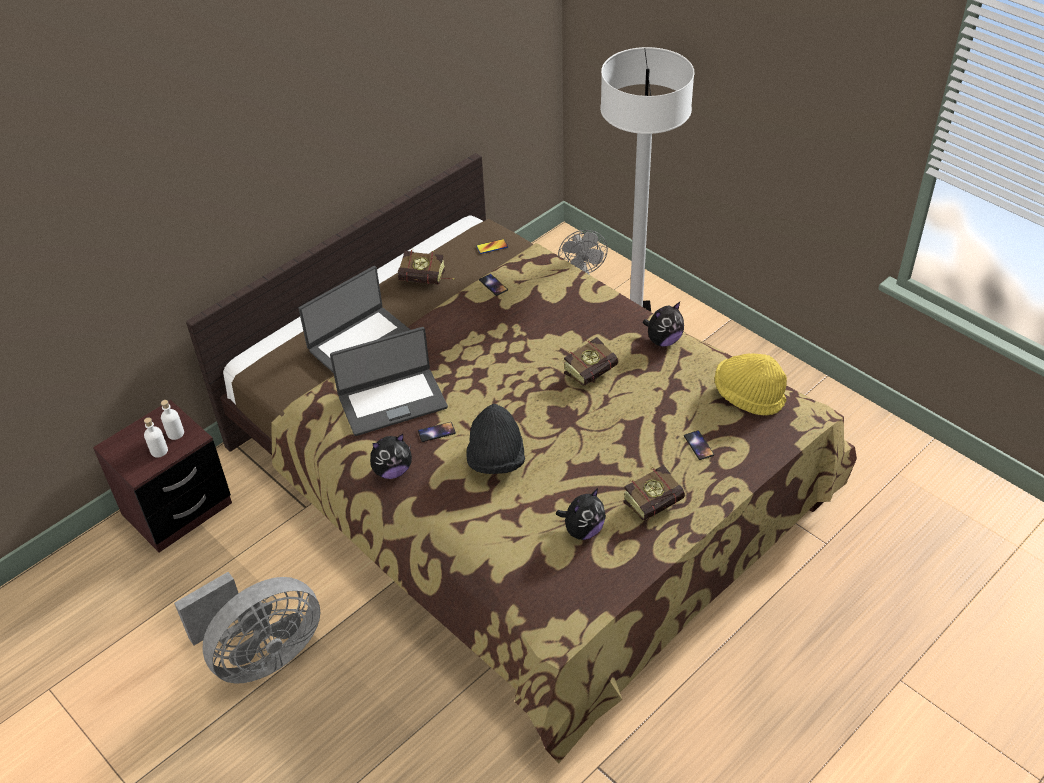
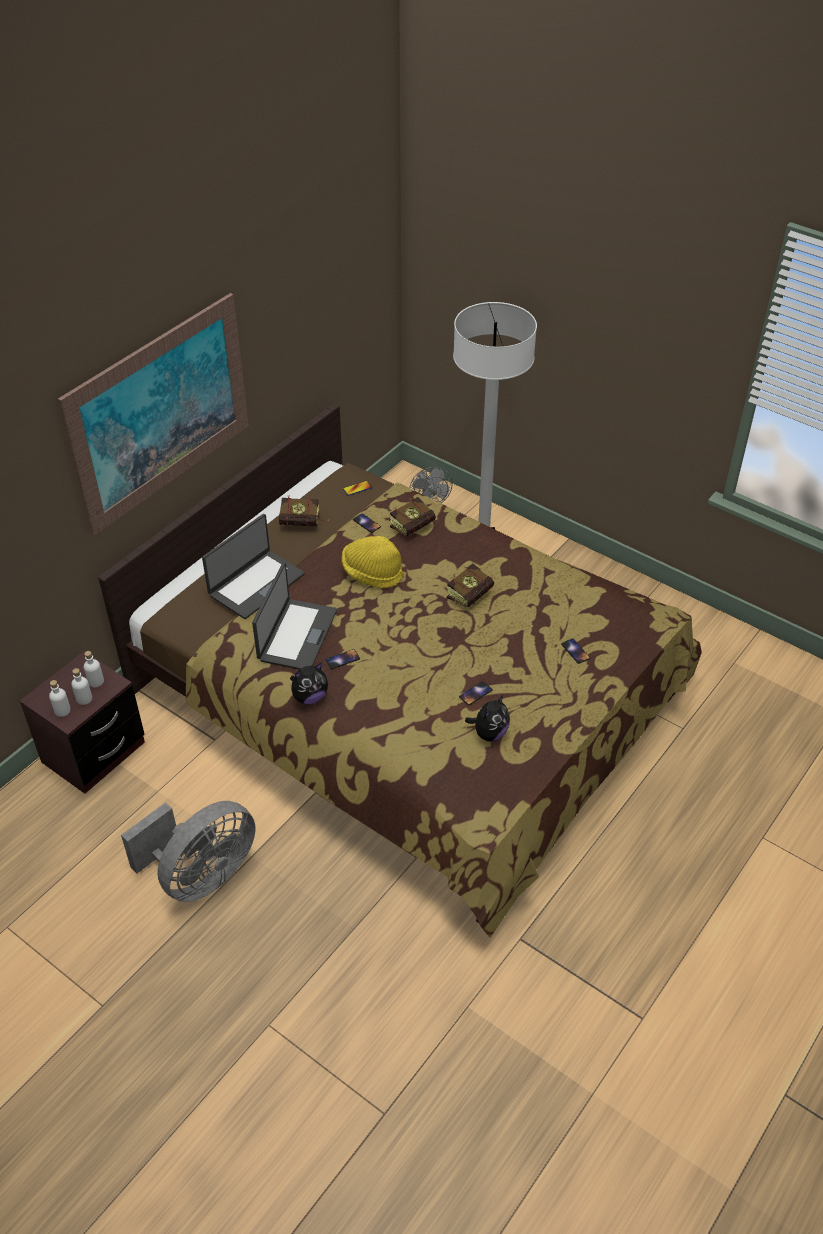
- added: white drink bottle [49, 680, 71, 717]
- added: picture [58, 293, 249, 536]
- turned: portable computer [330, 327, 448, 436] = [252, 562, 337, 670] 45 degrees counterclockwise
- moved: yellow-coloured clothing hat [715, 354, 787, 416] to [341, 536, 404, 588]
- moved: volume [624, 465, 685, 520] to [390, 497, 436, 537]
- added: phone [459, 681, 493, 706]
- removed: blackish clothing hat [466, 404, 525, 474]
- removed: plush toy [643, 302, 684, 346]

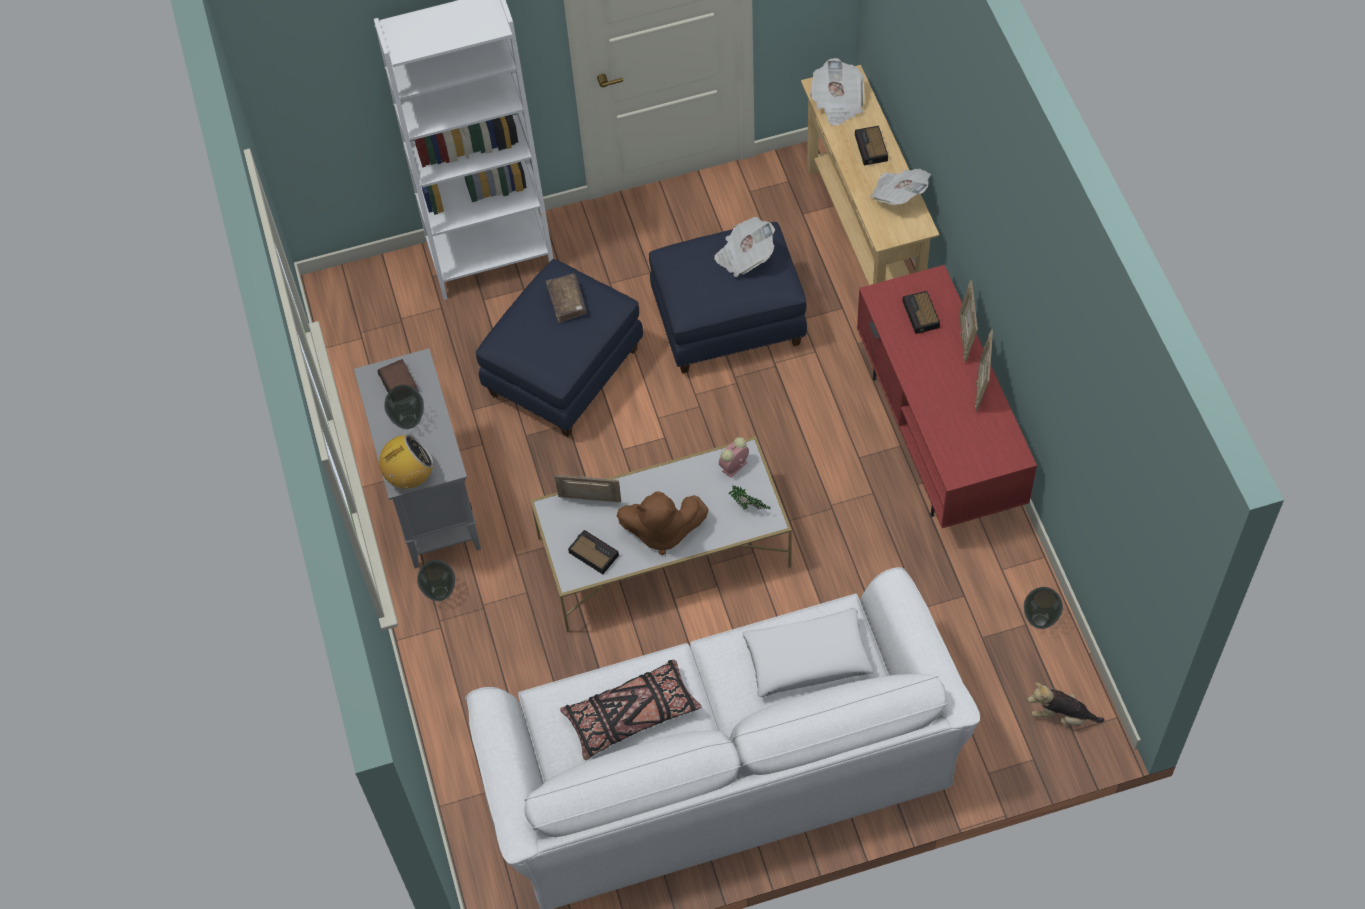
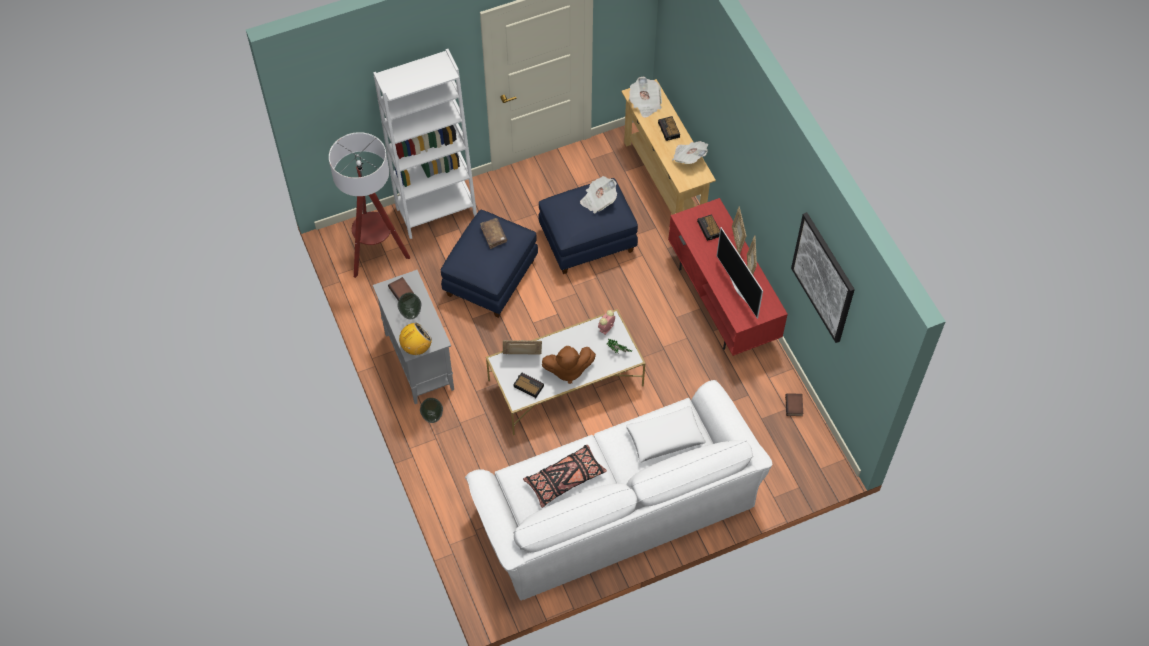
- added: standard lamp [329, 132, 410, 278]
- added: TV set [717, 227, 763, 319]
- replaced: decorative vase [1024, 587, 1063, 629] to volume [785, 393, 803, 416]
- added: picture [791, 212, 855, 343]
- removed: plush toy [1027, 683, 1104, 726]

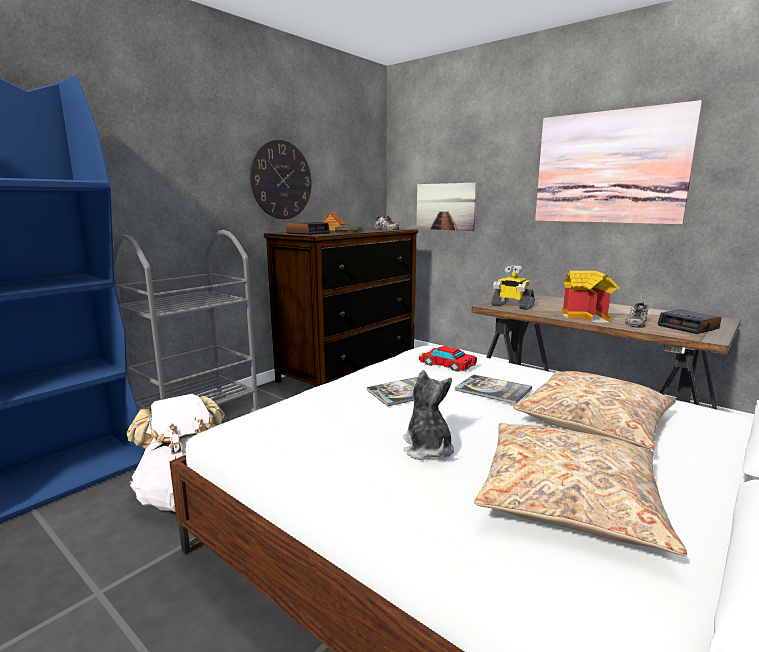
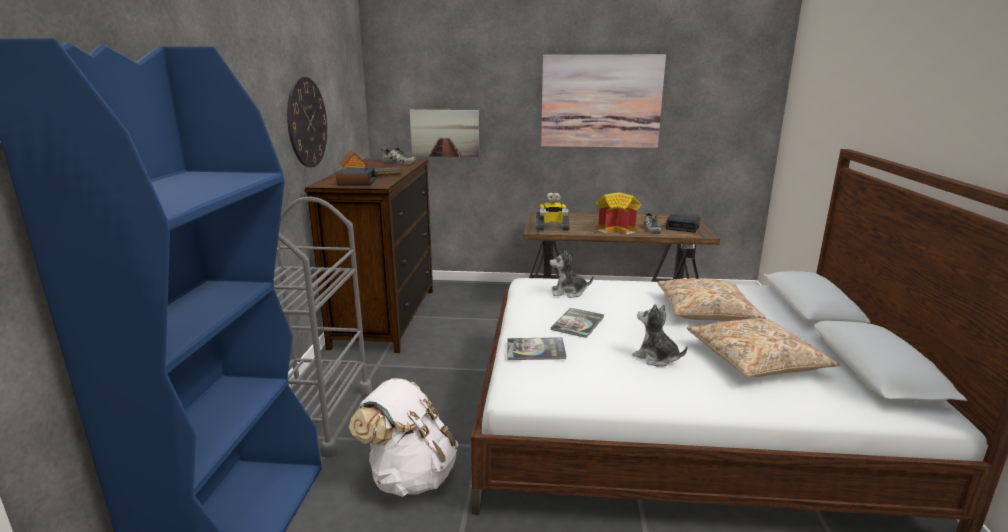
- moved: volume [455, 375, 532, 404] to [507, 337, 567, 360]
- replaced: toy car [419, 346, 477, 372] to plush toy [550, 250, 594, 298]

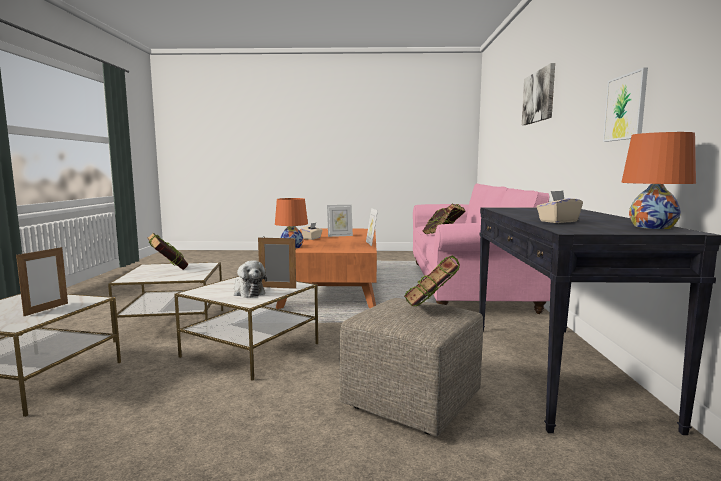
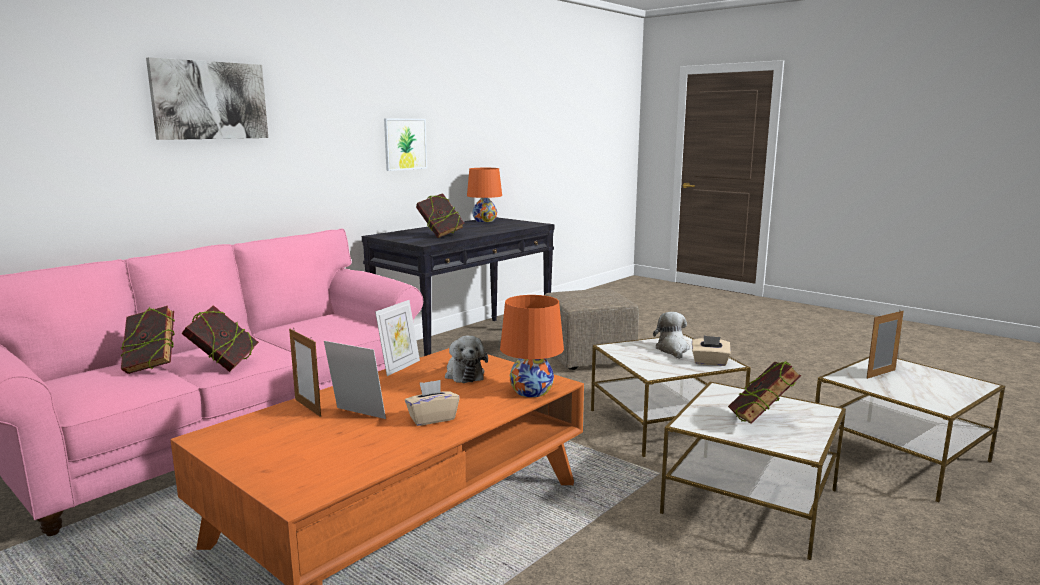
- moved: picture frame [258, 236, 296, 289] to [289, 329, 321, 417]
- moved: volume [404, 255, 460, 306] to [416, 193, 464, 238]
- added: plush toy [445, 336, 488, 383]
- moved: sand-coloured box of tissues [536, 191, 583, 223] to [692, 336, 731, 366]

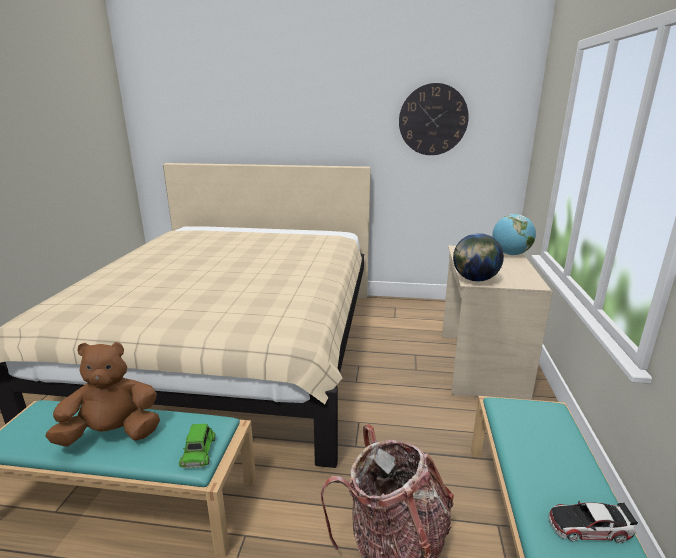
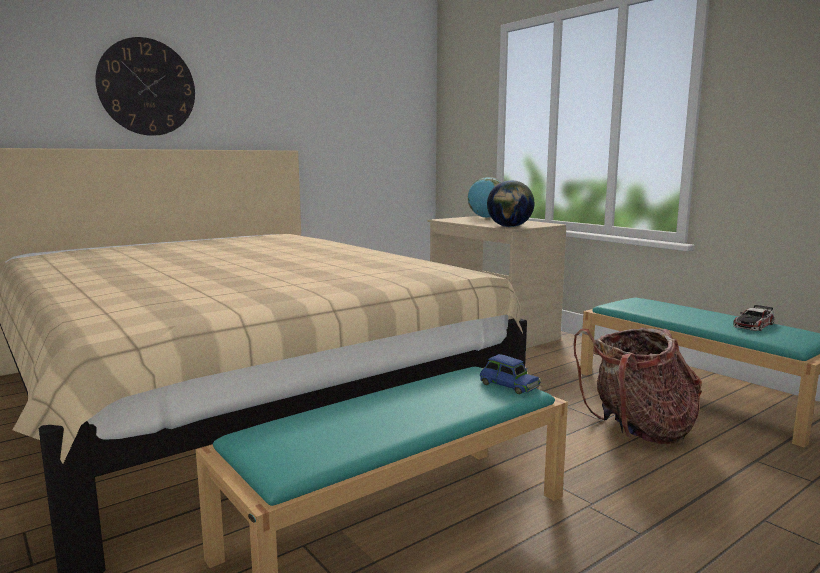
- moved: wall clock [399, 83, 469, 155] to [95, 37, 195, 136]
- recoloured: green toy car [179, 424, 215, 468] to blue-coloured toy car [480, 354, 541, 394]
- removed: brown plush toy [45, 342, 160, 446]

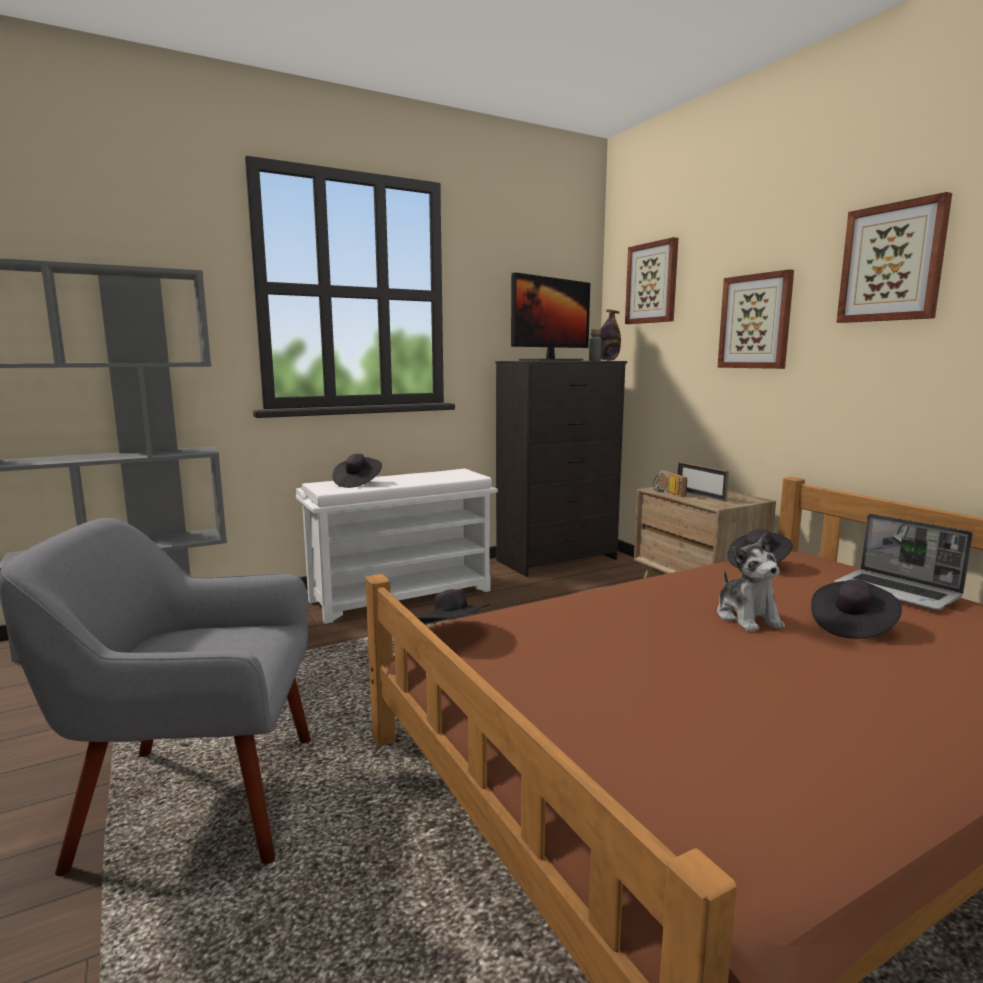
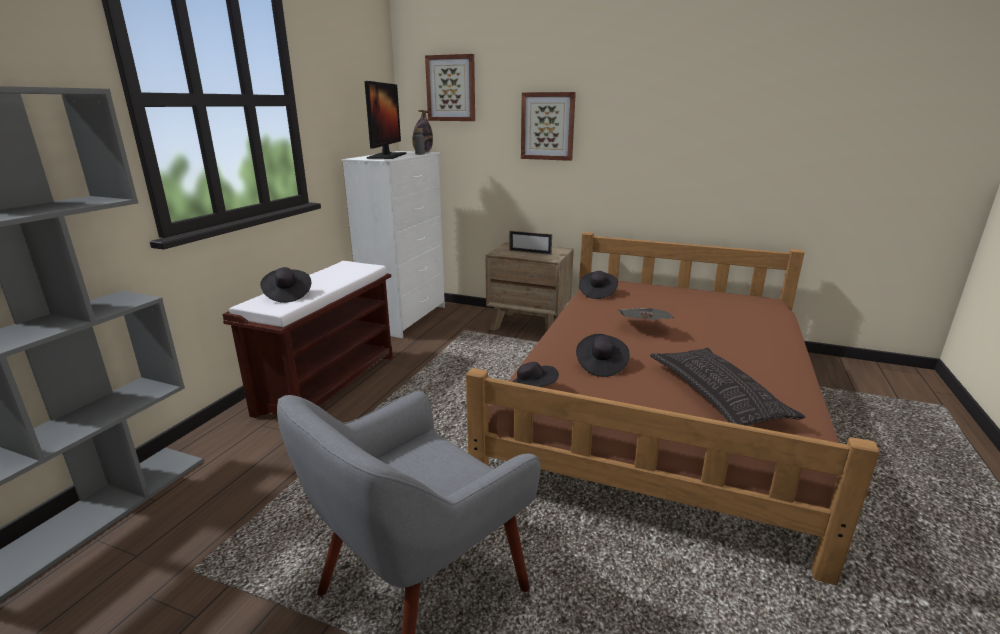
- recoloured: white bench [296, 469, 498, 624] to brown bench [222, 261, 393, 418]
- recoloured: blackish drawer chest [495, 361, 627, 577] to white drawer chest [342, 151, 445, 338]
- moved: blackish clothing hat [811, 579, 902, 639] to [576, 334, 630, 377]
- replaced: plush toy [717, 533, 785, 632] to newspaper [617, 308, 674, 320]
- added: cushion [650, 348, 805, 426]
- removed: radio set [653, 470, 687, 497]
- removed: portable computer [834, 514, 973, 611]
- removed: picture [836, 192, 952, 323]

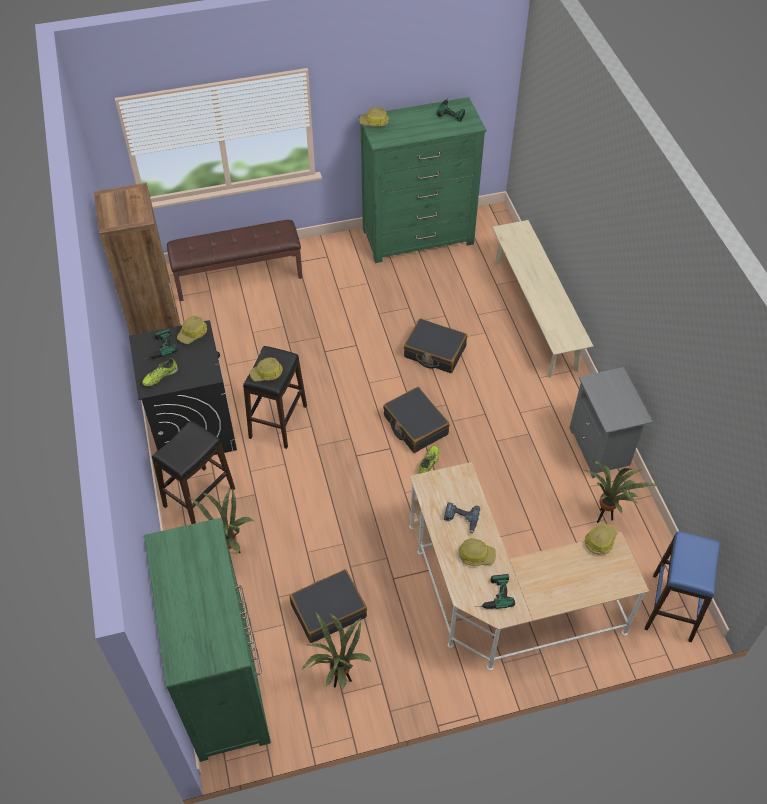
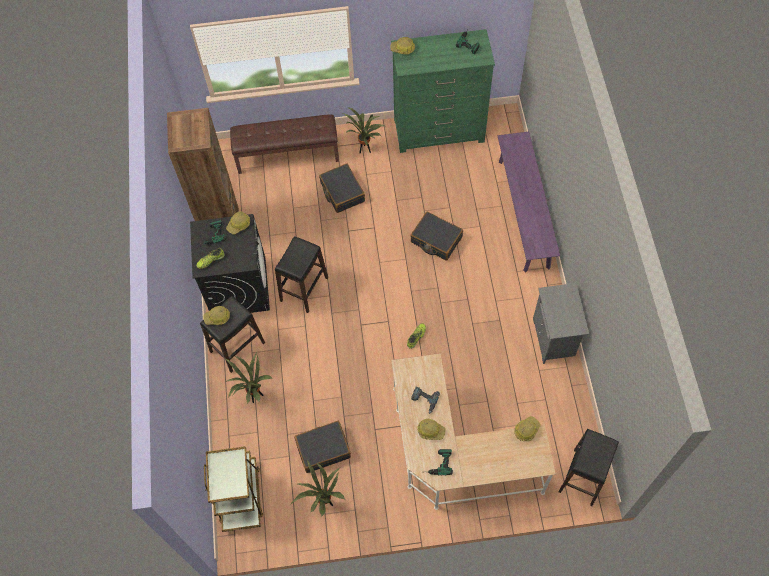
- moved: hard hat [249, 357, 283, 382] to [204, 306, 230, 325]
- replaced: green drawer chest [144, 518, 271, 762] to brown trolley [204, 446, 263, 532]
- moved: blackish piece of luggage [383, 387, 450, 453] to [319, 163, 365, 213]
- moved: potted plant [584, 461, 661, 523] to [343, 107, 384, 154]
- recoloured: sand-coloured bench [492, 220, 593, 378] to purple-coloured bench [498, 132, 560, 272]
- recoloured: blue-coloured sitting stool [644, 531, 720, 642] to blackish sitting stool [558, 429, 619, 506]

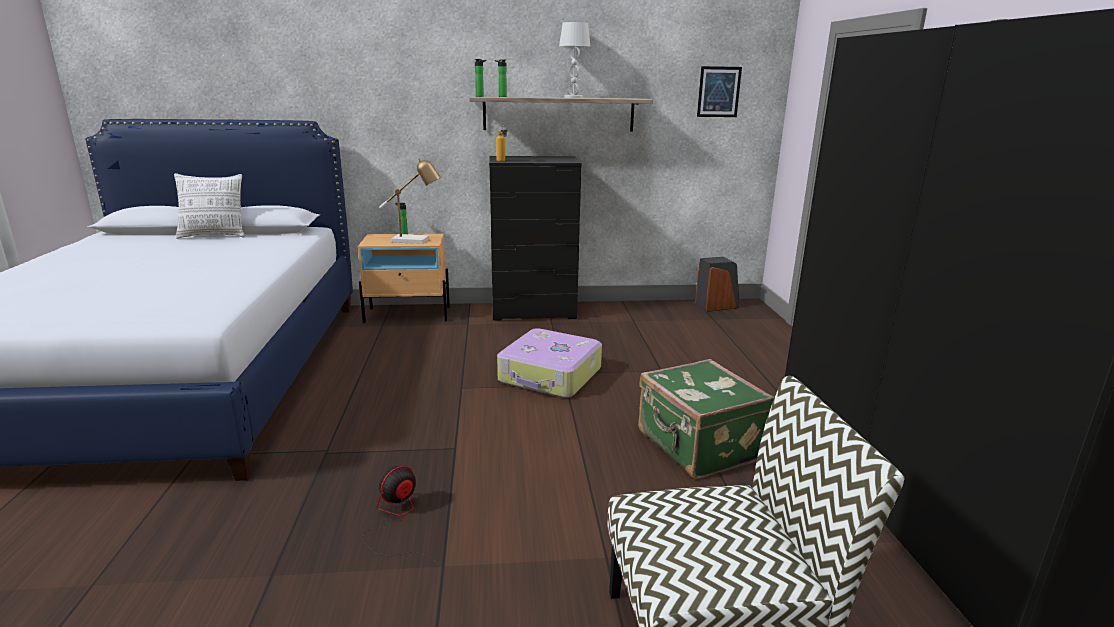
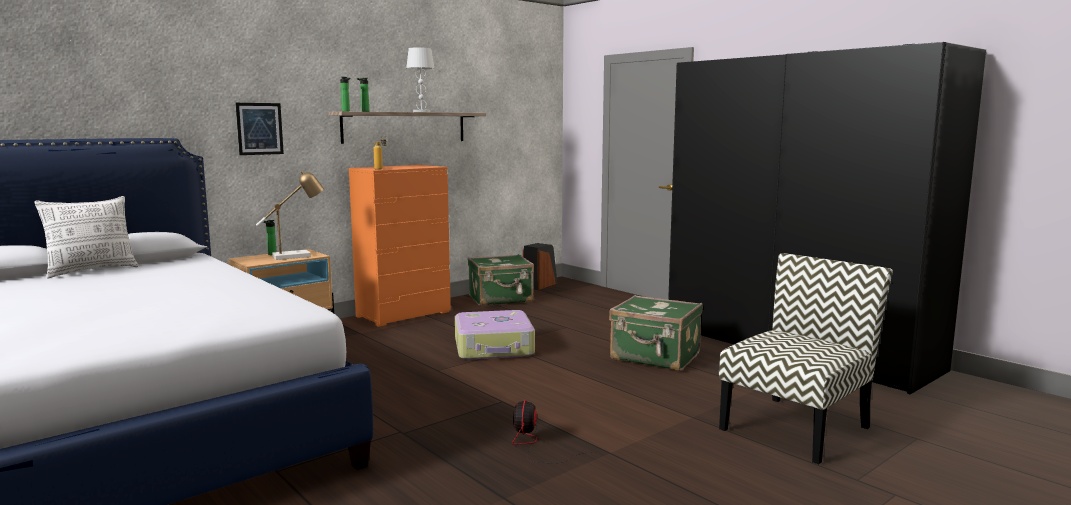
- moved: picture [697, 66, 742, 117] to [235, 103, 284, 155]
- recoloured: blackish drawer chest [489, 156, 582, 321] to orange-coloured drawer chest [349, 165, 451, 327]
- added: green piece of luggage [468, 254, 534, 306]

